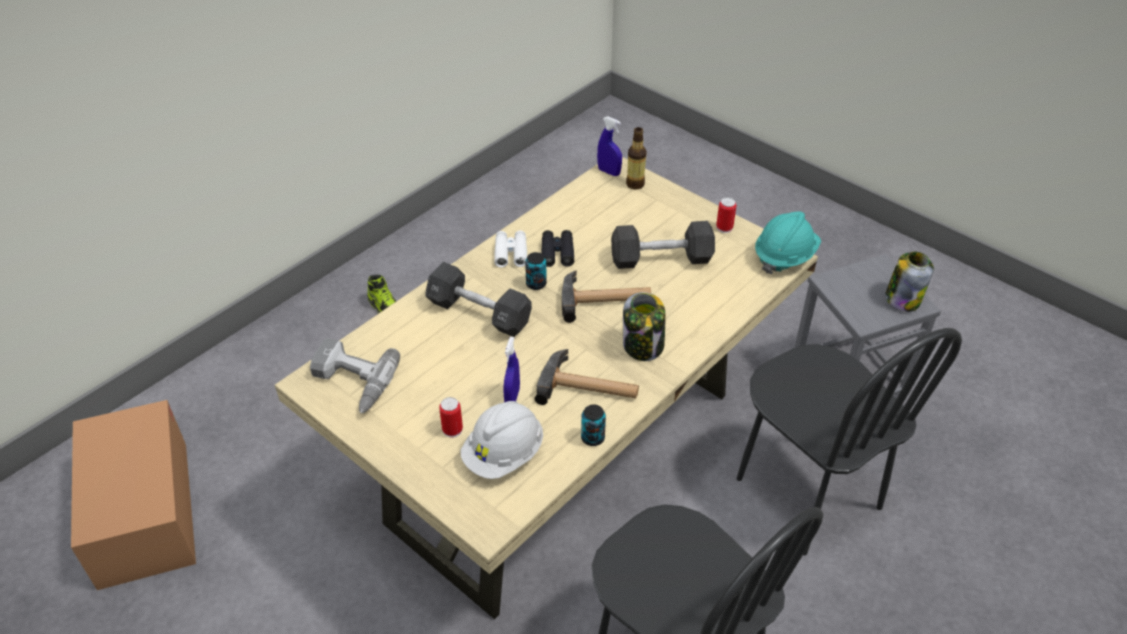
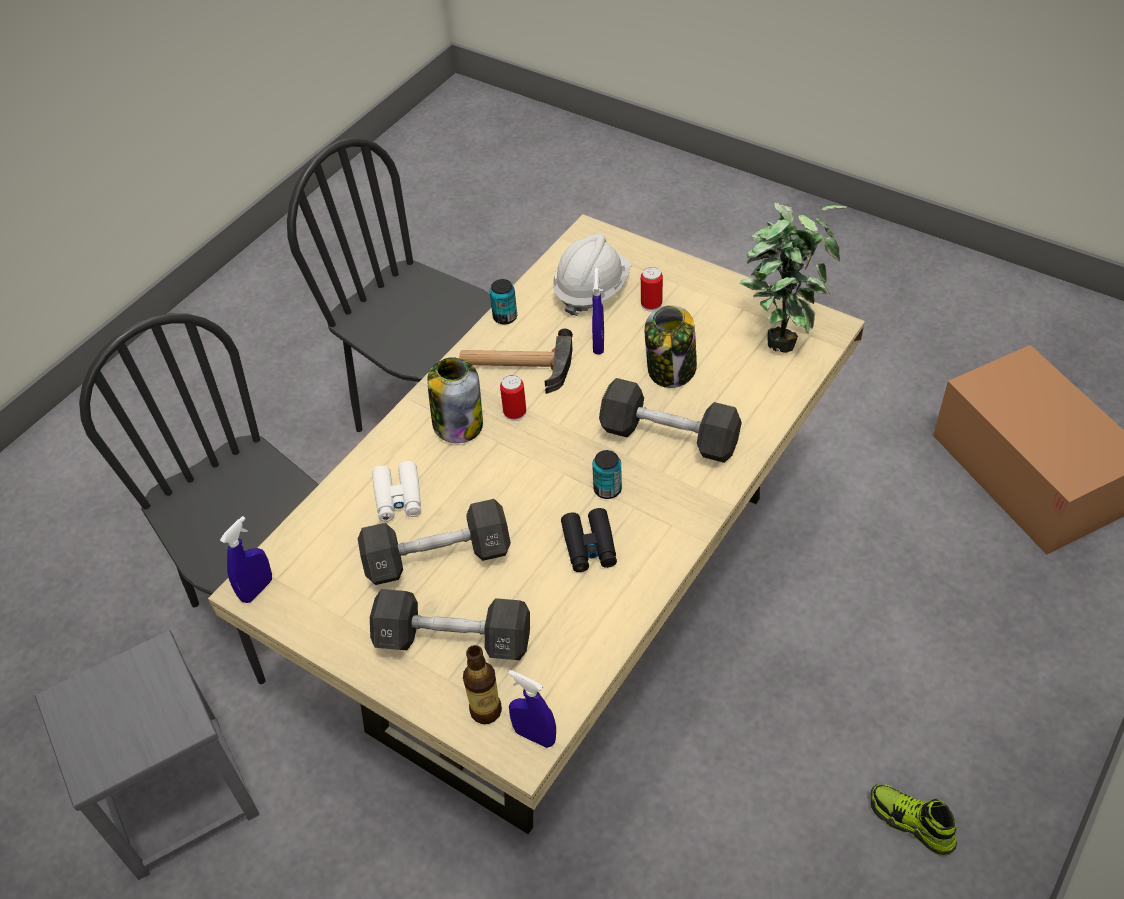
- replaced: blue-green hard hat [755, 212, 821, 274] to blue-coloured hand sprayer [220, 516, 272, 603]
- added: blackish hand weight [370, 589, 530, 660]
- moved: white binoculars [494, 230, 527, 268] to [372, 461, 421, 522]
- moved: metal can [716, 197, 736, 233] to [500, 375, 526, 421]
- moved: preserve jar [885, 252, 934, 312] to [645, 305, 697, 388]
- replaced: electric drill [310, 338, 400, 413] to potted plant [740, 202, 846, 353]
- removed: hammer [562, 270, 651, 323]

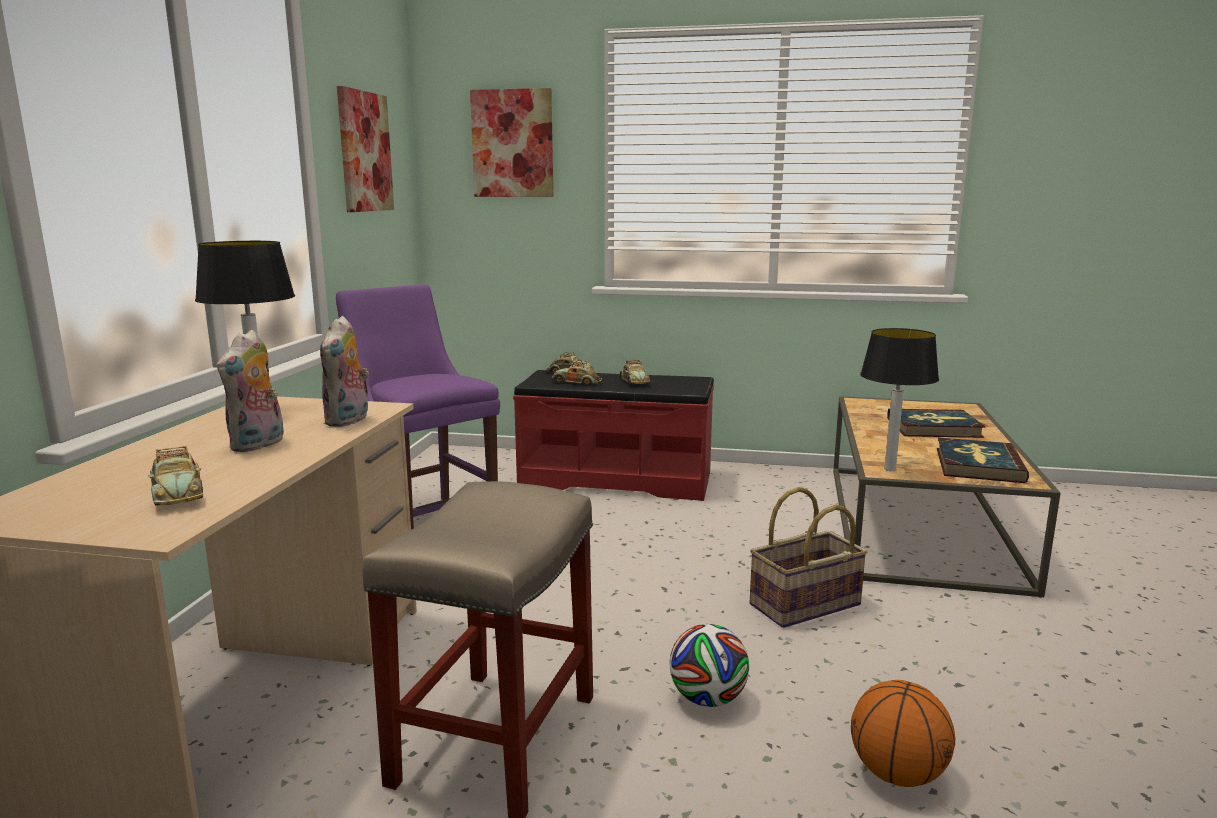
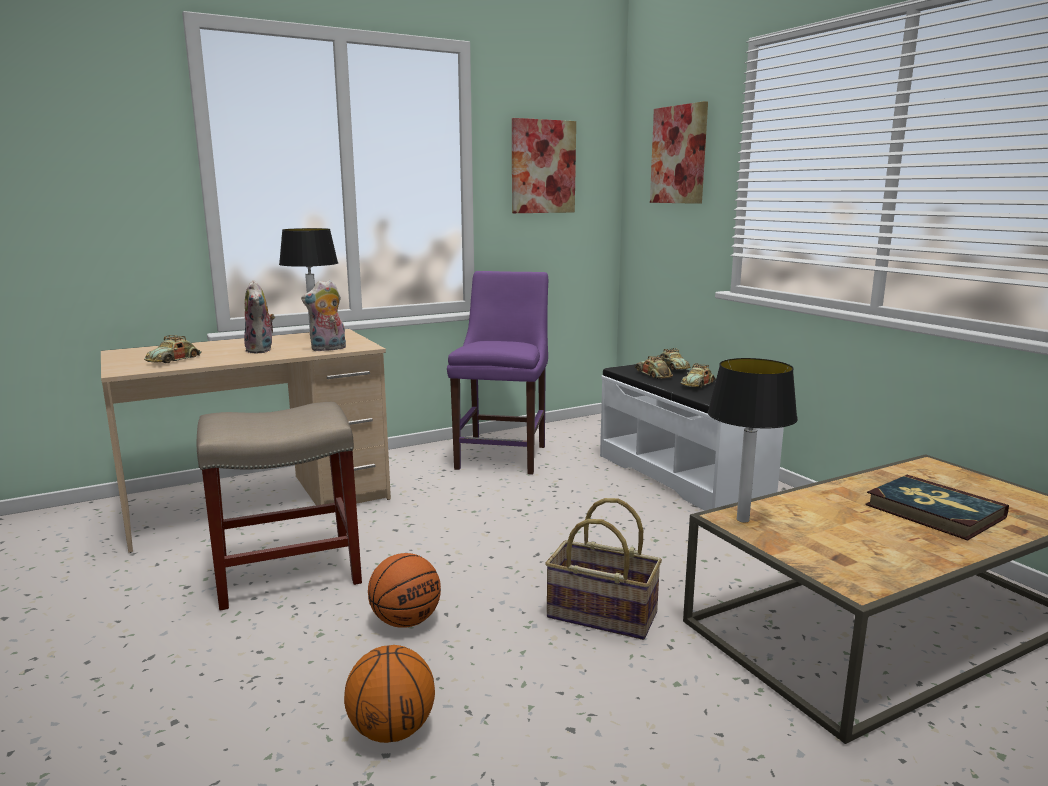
- turned: plush toy [217, 329, 284, 452] = [244, 280, 275, 353] 90 degrees counterclockwise
- replaced: football ball [670, 624, 749, 707] to ball for basketball [368, 553, 441, 628]
- recoloured: reddish bench [513, 370, 714, 501] to white bench [600, 364, 784, 511]
- removed: volume [937, 437, 1029, 483]

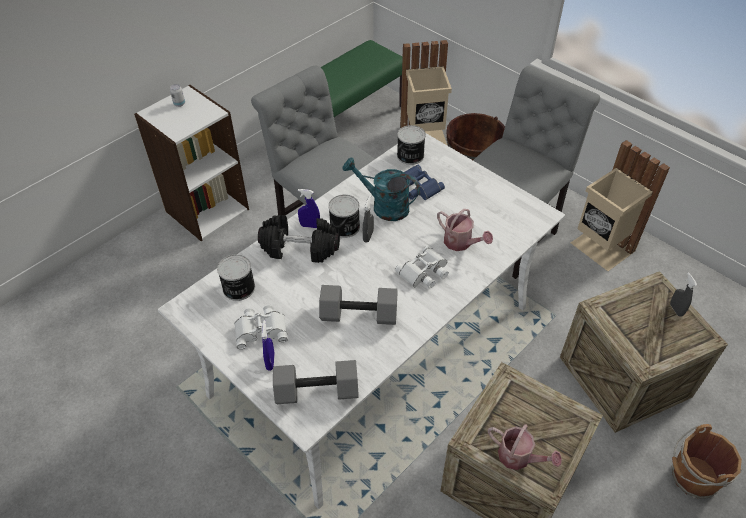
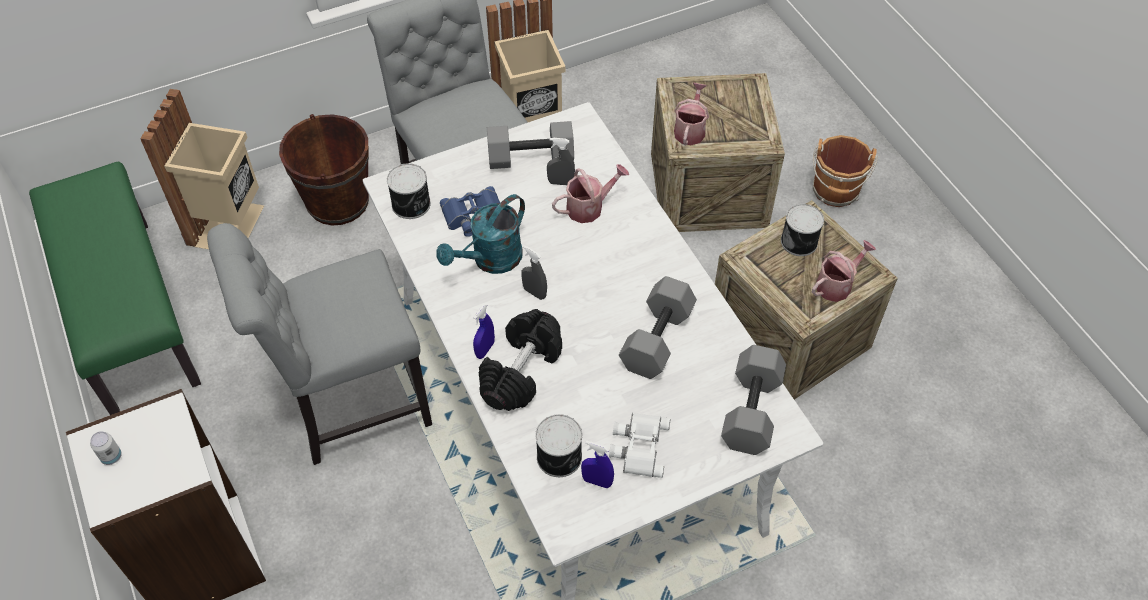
- added: gray hand weight [487, 121, 574, 169]
- moved: gray hand sprayer [670, 272, 697, 317] to [547, 138, 575, 185]
- moved: blue-coloured hand sprayer [261, 320, 275, 371] to [581, 441, 614, 488]
- added: sprinkling can [674, 83, 709, 145]
- moved: metal can [328, 195, 360, 238] to [781, 204, 824, 256]
- removed: white binoculars [395, 245, 449, 289]

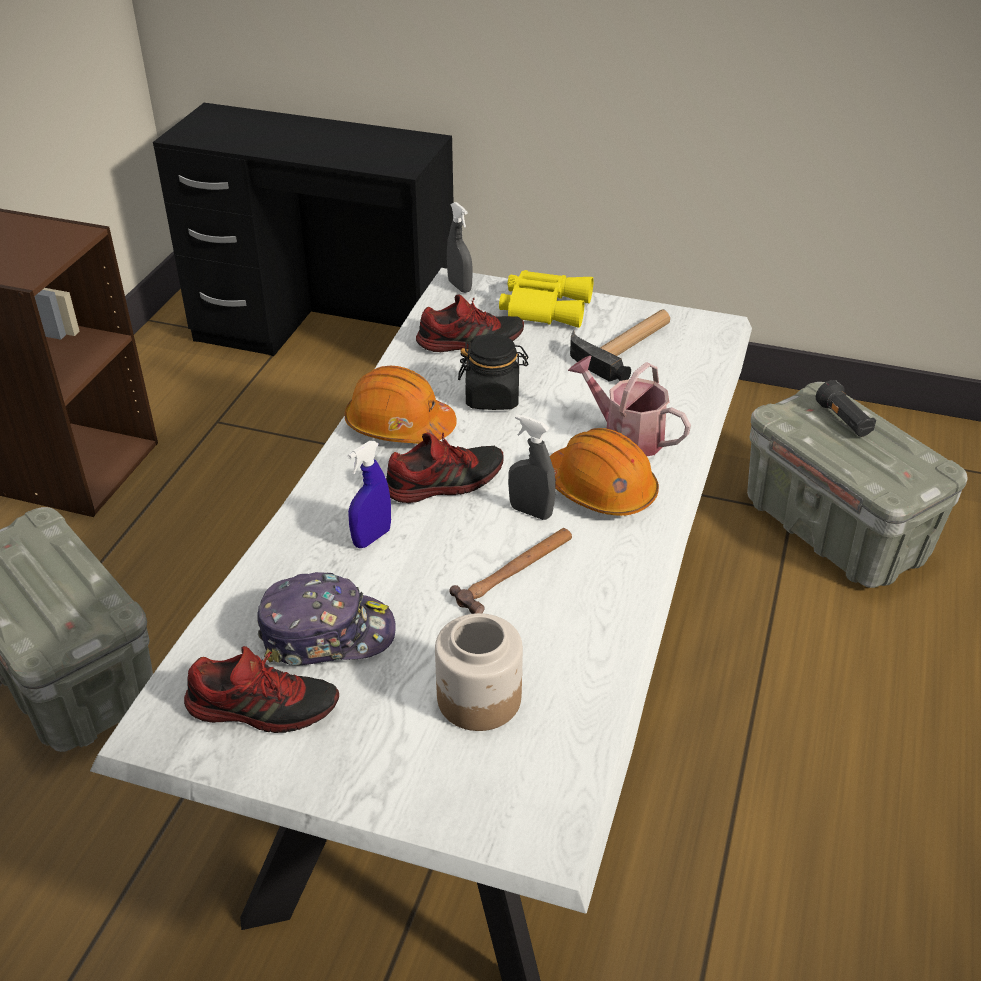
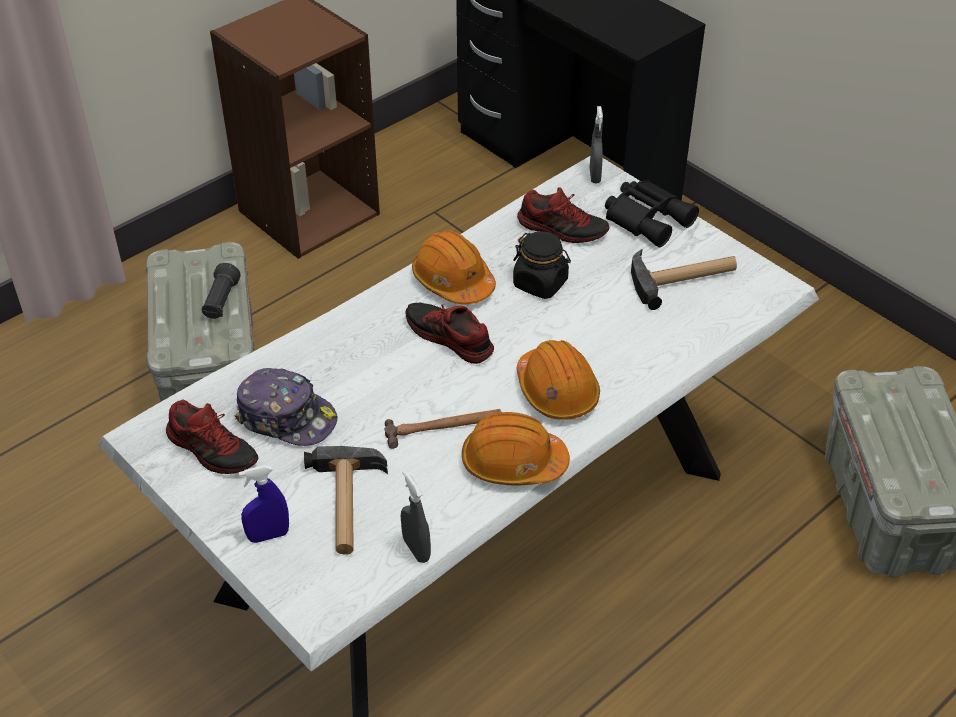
- moved: blackish flashlight [816, 380, 876, 437] to [202, 263, 241, 319]
- moved: blue-coloured hand sprayer [348, 441, 391, 548] to [239, 465, 289, 543]
- replaced: preserve jar [435, 613, 523, 731] to hammer [304, 446, 388, 555]
- moved: gray hand sprayer [508, 414, 556, 520] to [401, 470, 431, 563]
- turned: shoe [386, 433, 504, 504] = [405, 303, 494, 364] 150 degrees counterclockwise
- added: orange-coloured hard hat [462, 412, 570, 486]
- recoloured: yellow-coloured binoculars [499, 270, 594, 328] to blackish binoculars [605, 180, 699, 247]
- removed: sprinkling can [568, 356, 691, 456]

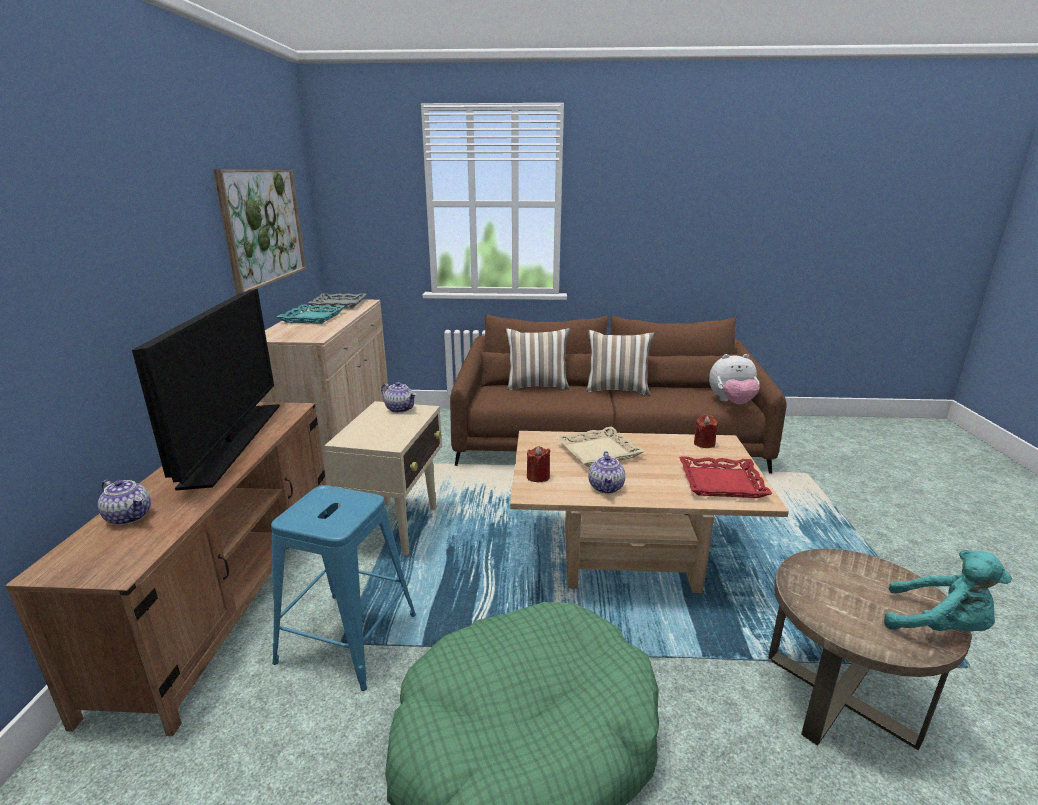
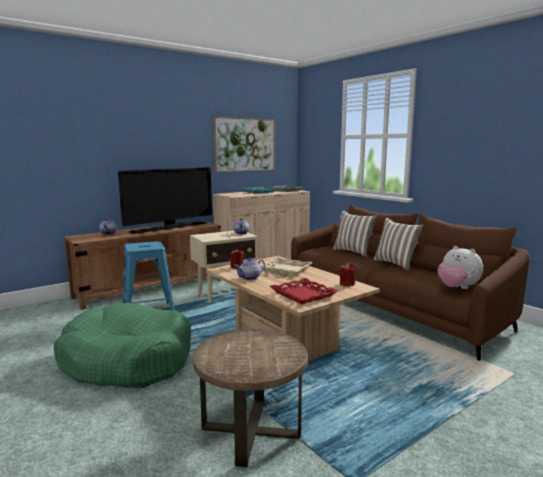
- removed: blue-green plush toy [884, 550, 1012, 631]

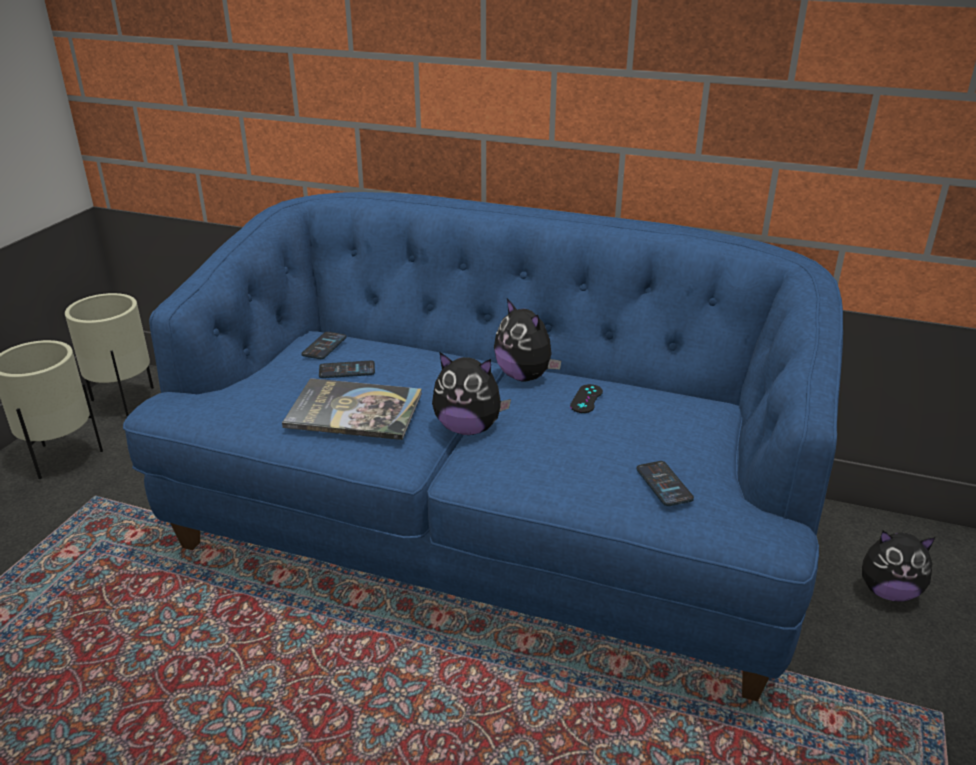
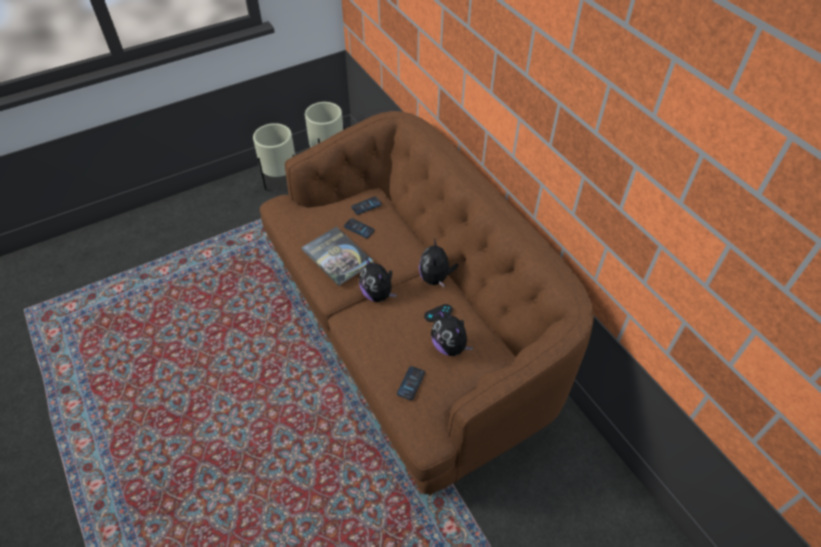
- recoloured: blue-coloured sofa [123, 192, 843, 702] to brown sofa [260, 111, 594, 496]
- moved: plush toy [862, 531, 935, 602] to [431, 310, 473, 356]

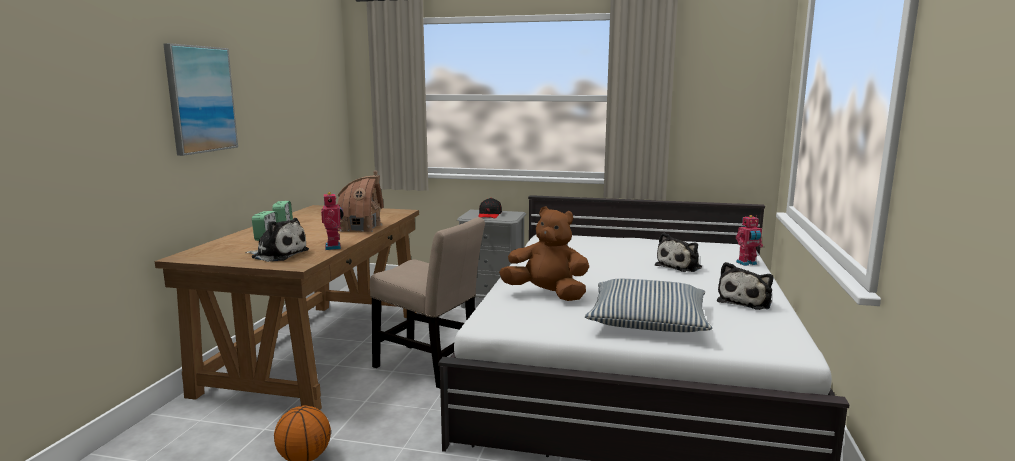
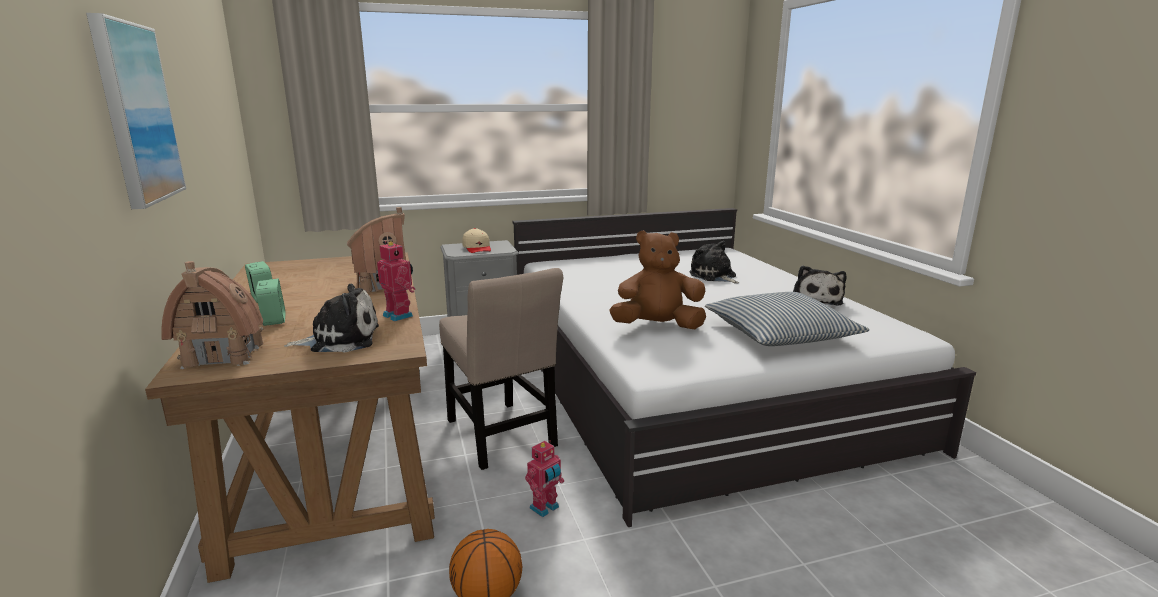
- added: miniature house [161, 261, 263, 369]
- turned: sand-coloured chair [370, 217, 485, 388] = [439, 268, 563, 470] 60 degrees clockwise
- recoloured: blackish cap [478, 198, 502, 218] to sand-coloured cap [463, 228, 491, 253]
- moved: model robot [736, 215, 763, 266] to [525, 441, 564, 517]
- turned: plush toy [655, 233, 702, 272] = [689, 241, 739, 283] 135 degrees clockwise

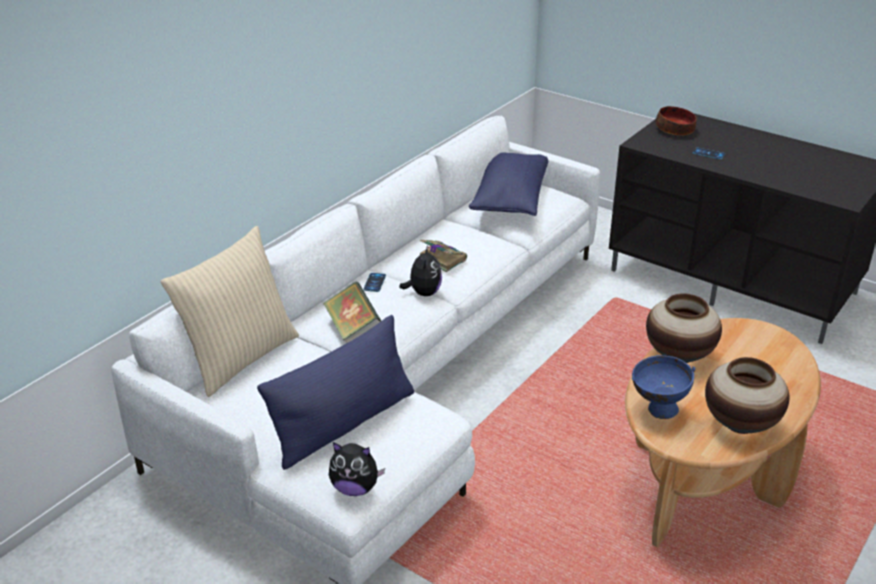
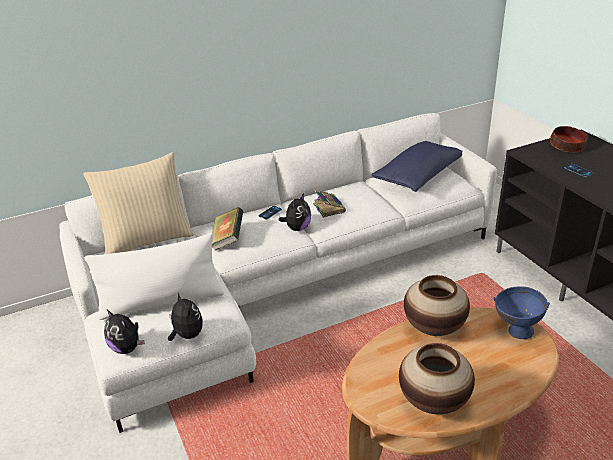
- recoloured: blue-coloured cushion [257, 315, 414, 470] to white cushion [85, 233, 224, 320]
- added: plush toy [168, 292, 203, 341]
- moved: blue-coloured deep dish [632, 355, 695, 419] to [493, 286, 550, 339]

